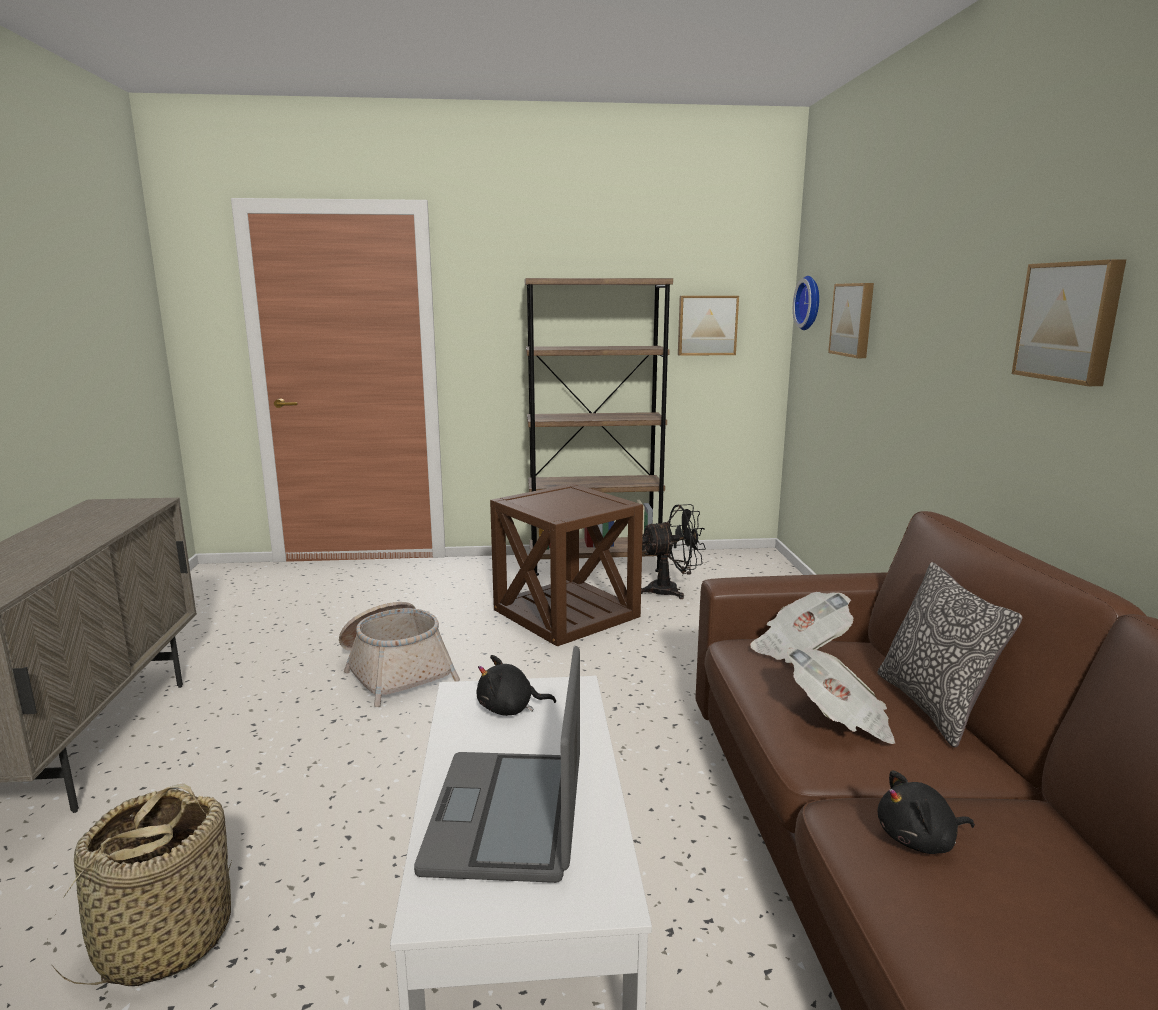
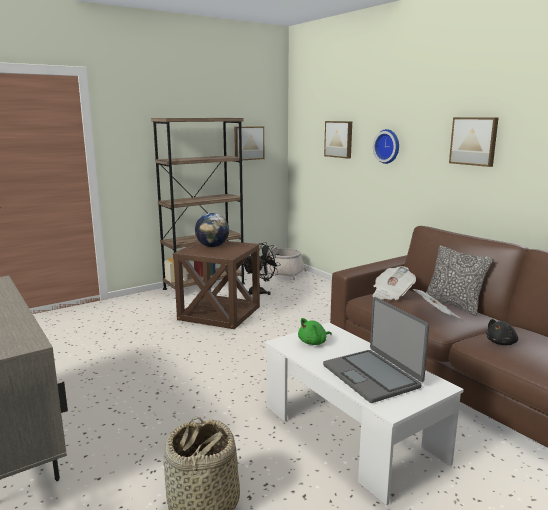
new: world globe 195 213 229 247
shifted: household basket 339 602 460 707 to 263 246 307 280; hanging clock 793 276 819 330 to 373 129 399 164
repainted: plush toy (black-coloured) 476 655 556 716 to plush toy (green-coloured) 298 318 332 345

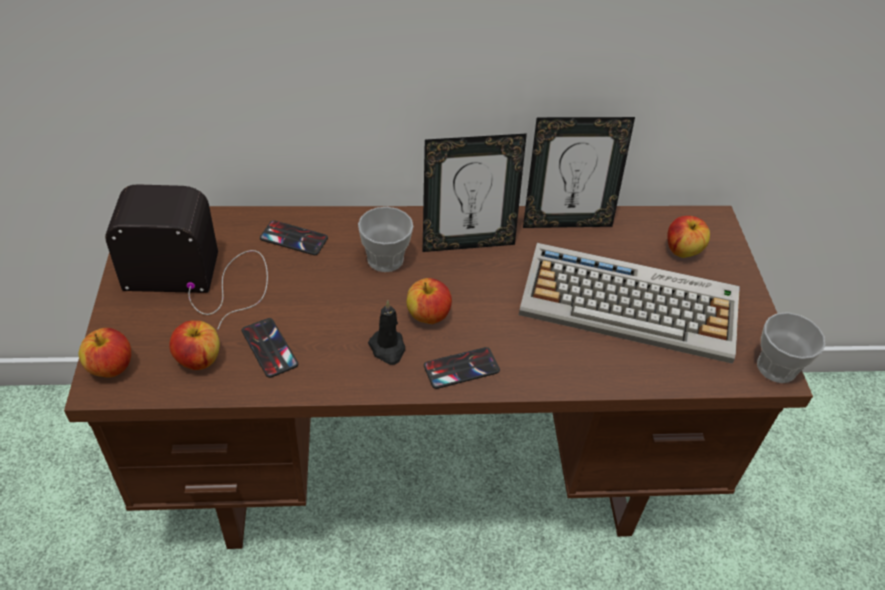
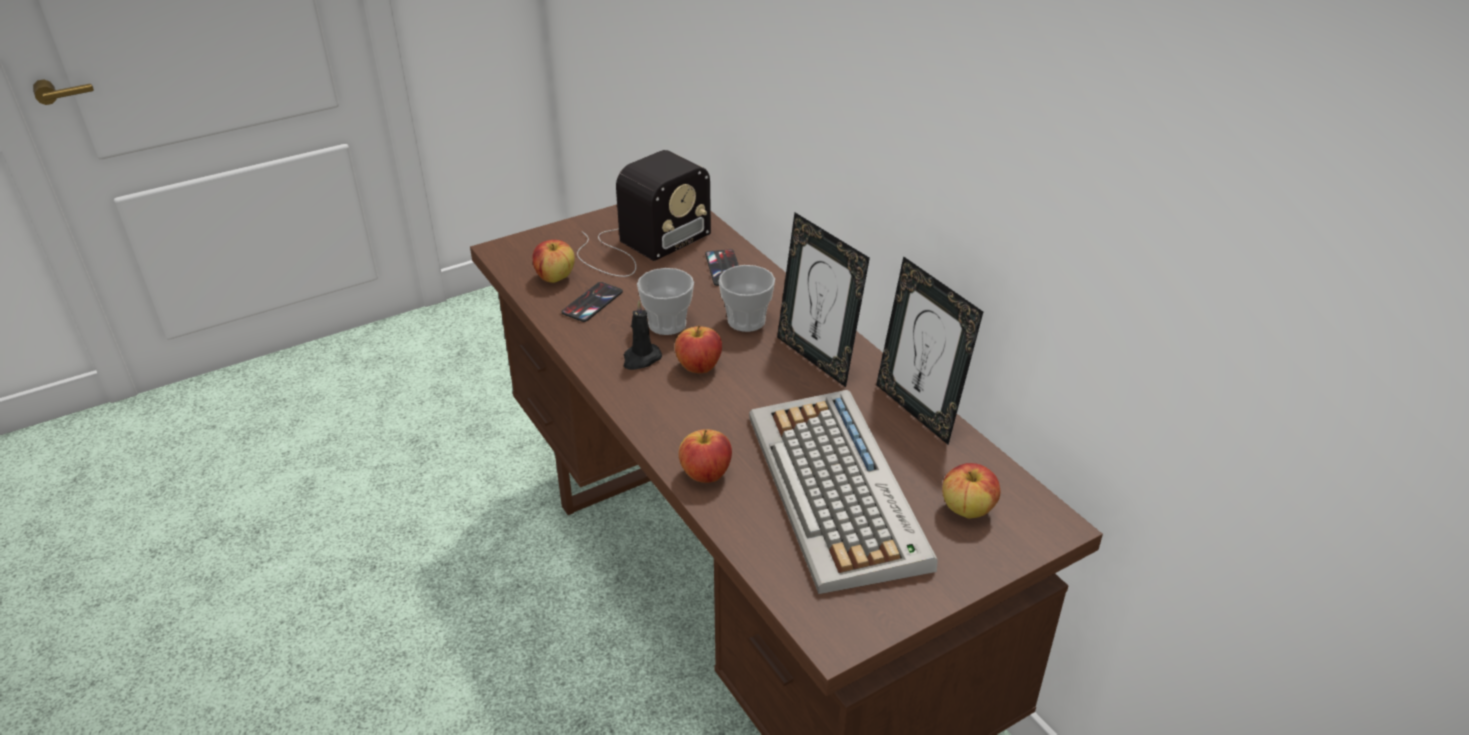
gone: handset 424 347 500 389
shifted: apple fruit 79 328 131 378 to 679 430 732 483; drinking cup 757 312 825 383 to 637 268 694 335
rotated: radio 105 184 268 330 = 577 150 711 277 75 degrees clockwise

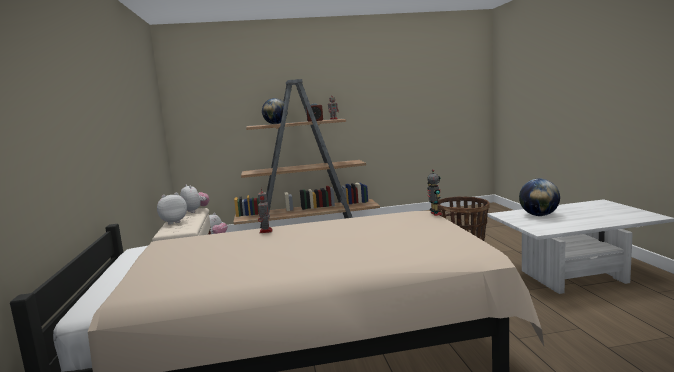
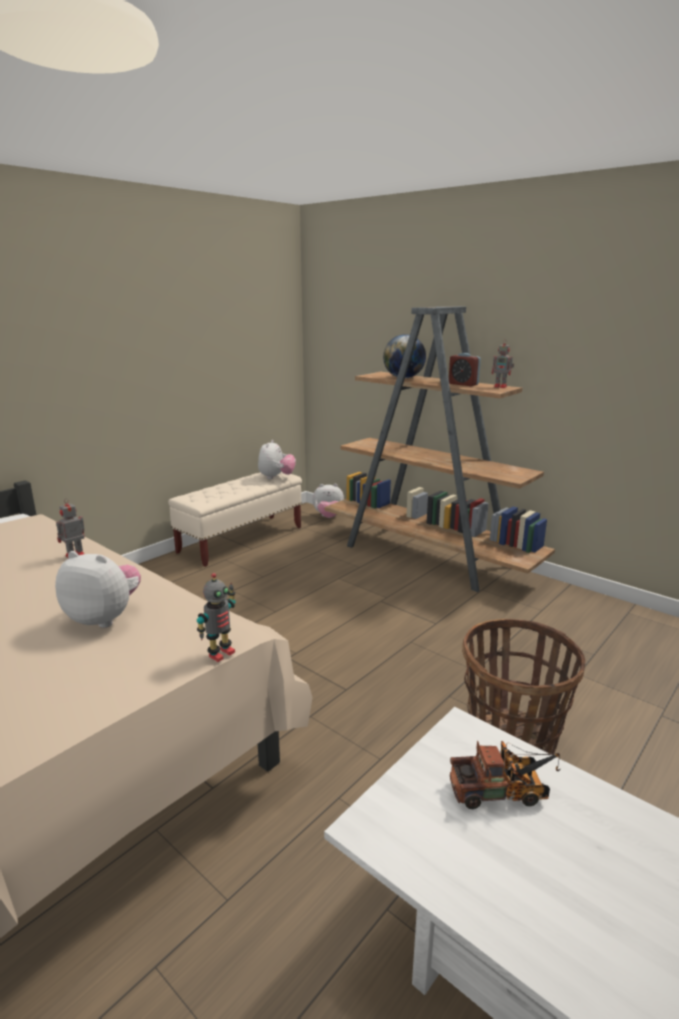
shifted: plush toy 157 193 187 225 to 55 551 141 628
swapped: world globe 519 179 560 216 to model truck 450 741 560 809

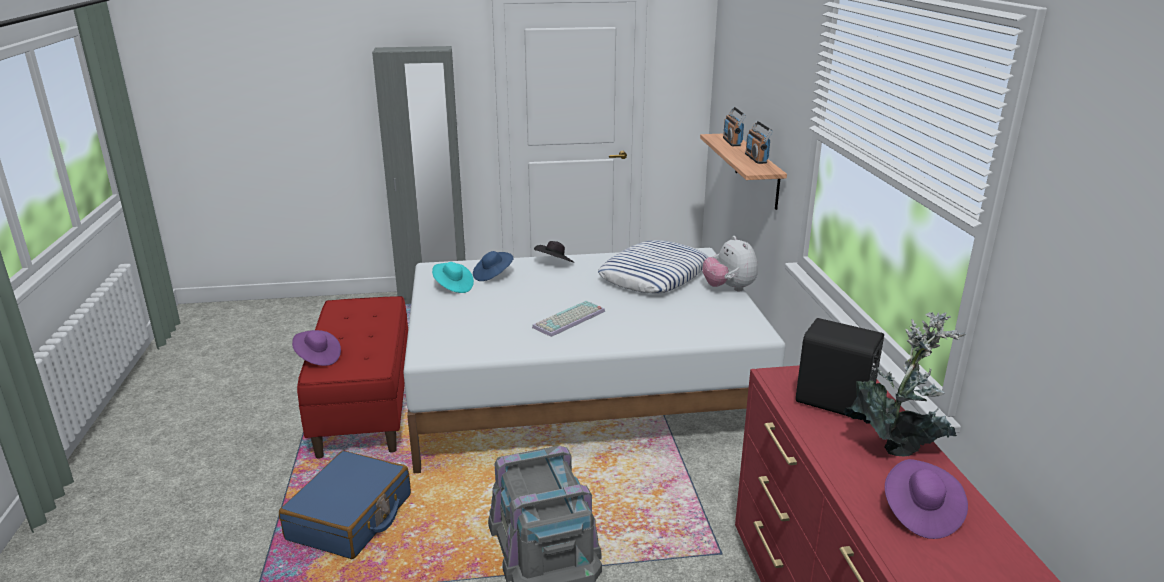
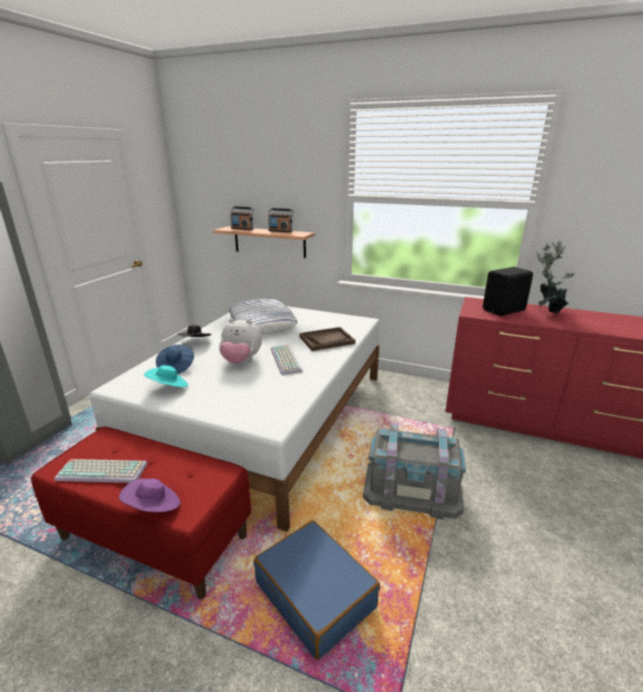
gone: hat (purple) 885 459 968 539
new: keyboard 55 459 148 483; serving tray (brown) 299 327 355 351
shifted: plush toy 702 236 758 292 to 219 319 262 364

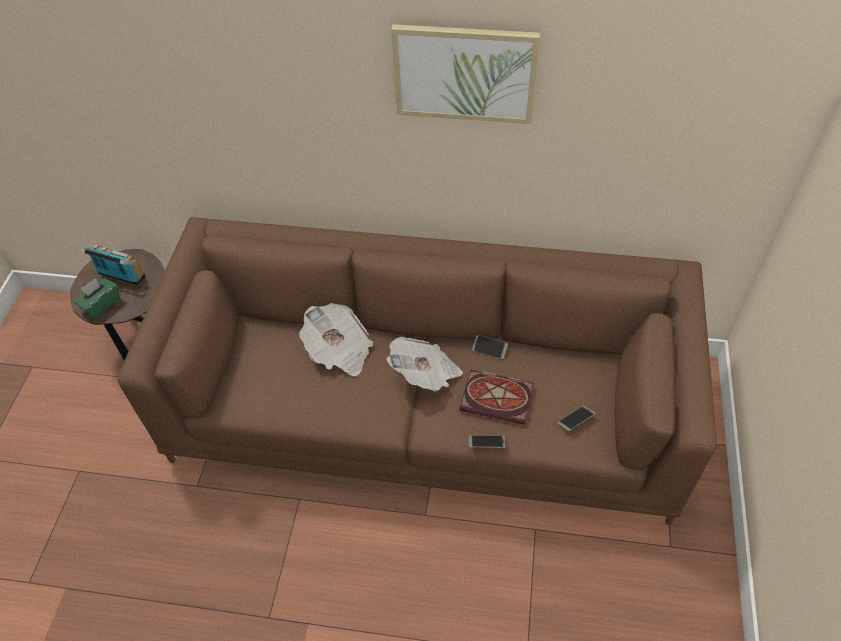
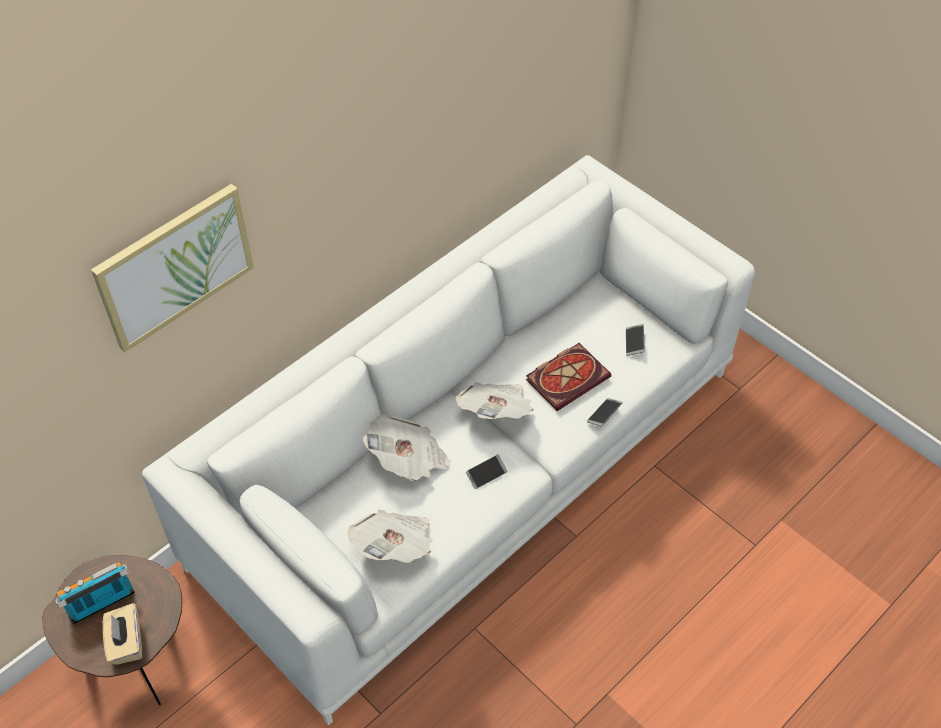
new: printed paper 348 510 433 563
shifted: wall art 391 24 540 124 to 91 184 254 352; handset 472 335 508 359 to 466 455 508 489
repainted: tissue box (green-coloured) 73 278 120 318 to tissue box (beige-coloured) 103 603 142 665; couch (brown) 118 217 717 525 to couch (white) 142 155 755 726

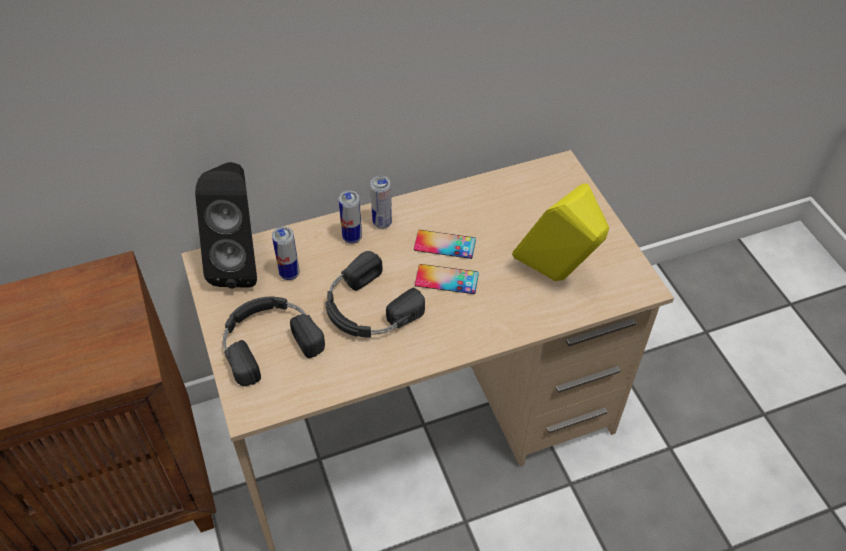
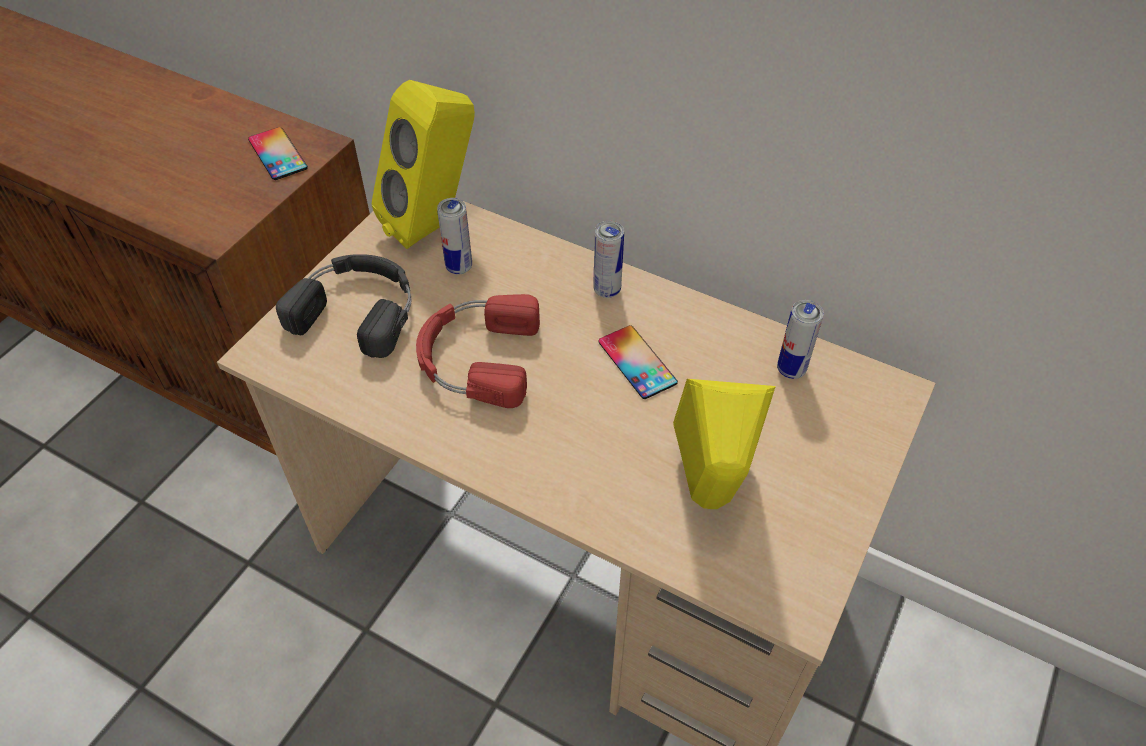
shifted: can 339 190 362 244 to 777 300 824 379; handset 415 264 479 294 to 248 127 308 180
repainted: loudspeaker (black-coloured) 195 162 257 288 to loudspeaker (yellow) 372 80 475 249; pair of headphones (black-coloured) 325 251 425 338 to pair of headphones (red) 416 294 540 408

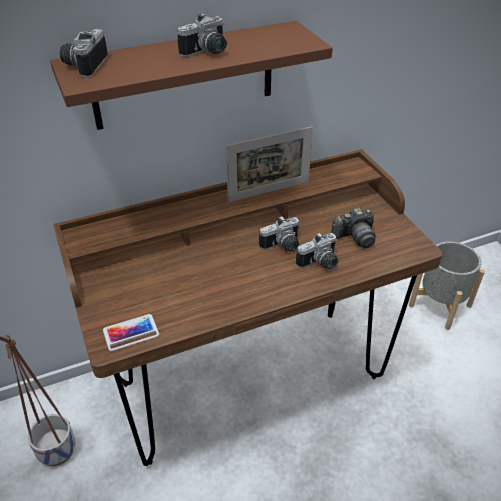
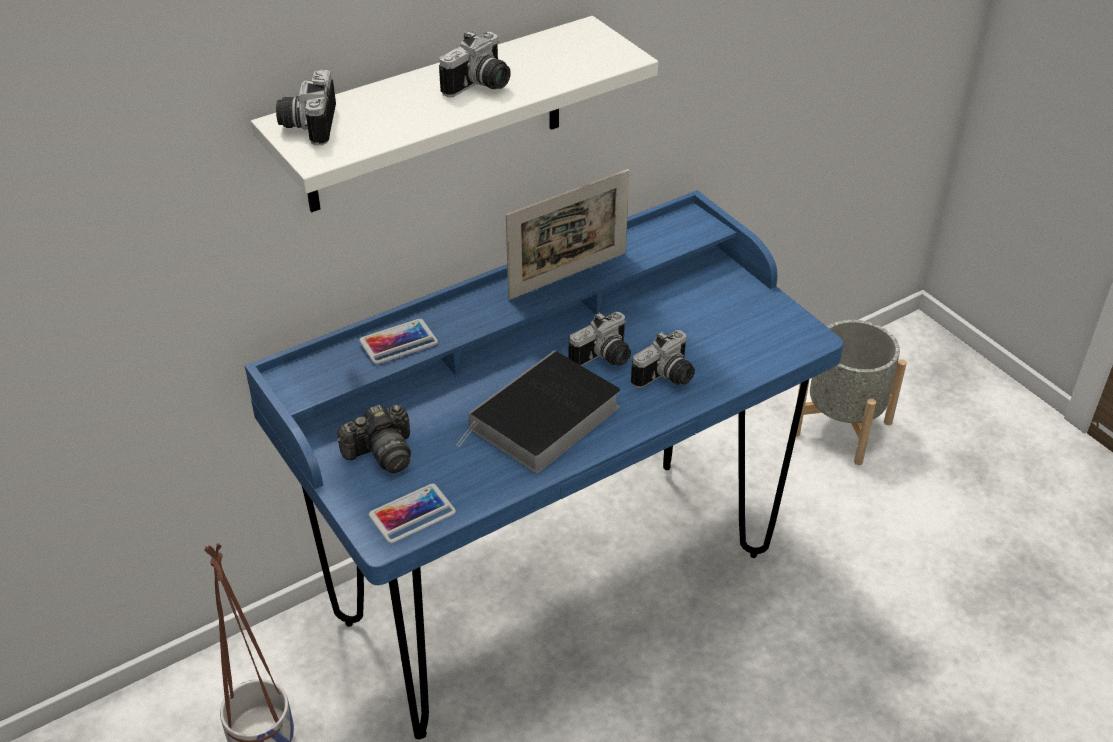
new: handset 359 319 438 364; book 456 350 620 473
shifted: still camera 331 208 376 248 to 337 404 411 473
repainted: shelf (brown) 50 21 333 130 to shelf (white) 251 16 658 212; desk unit (brown) 53 149 443 466 to desk unit (bluish) 245 190 844 740

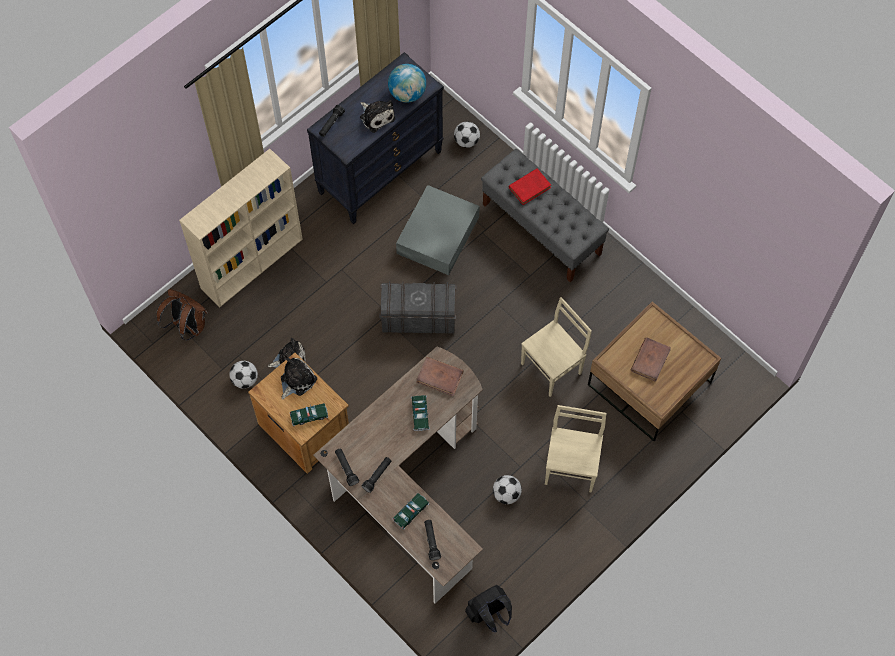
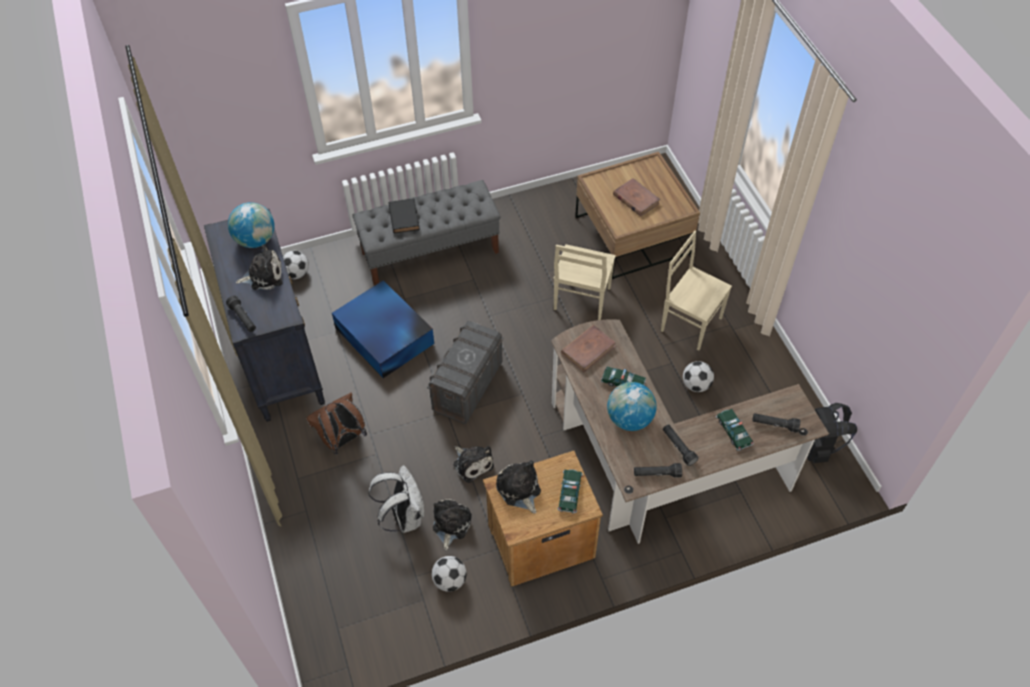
gone: shelving unit (beige-coloured) 179 149 303 307
new: knapsack (white) 368 465 424 533; plush toy 454 446 494 483; world globe 607 382 657 431
shifted: knapsack (brown) 157 289 208 340 to 306 392 367 455
repainted: storage container (grey) 396 185 480 275 to storage container (bluish) 332 280 434 378; book (red) 509 168 551 205 to book (black-coloured) 389 198 420 234
rotated: upright chair (beige-coloured) 521 297 592 397 = 553 244 616 320 150 degrees counterclockwise

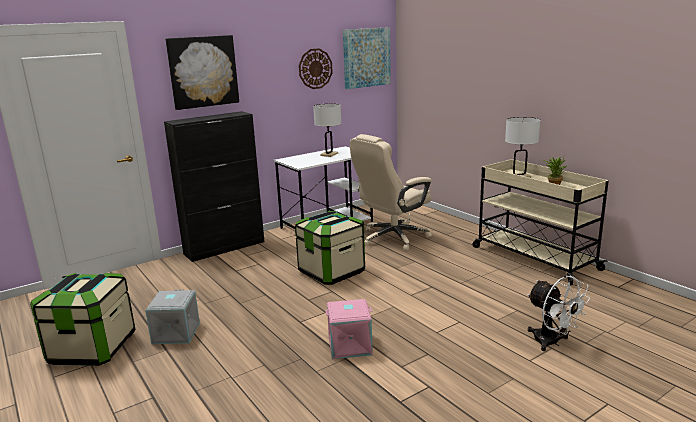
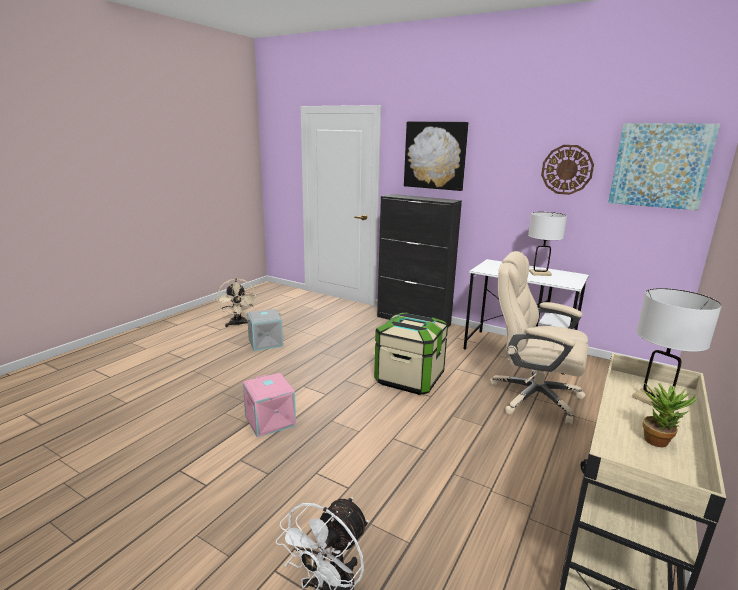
swapped: storage container 30 273 135 366 to fan (beige-coloured) 217 278 256 327

